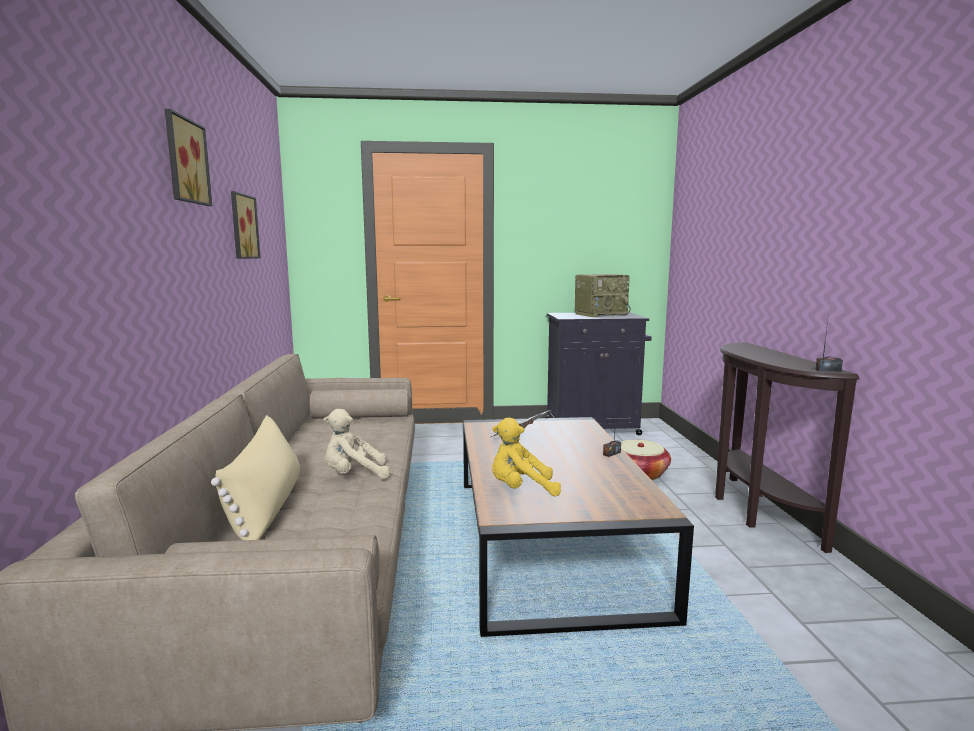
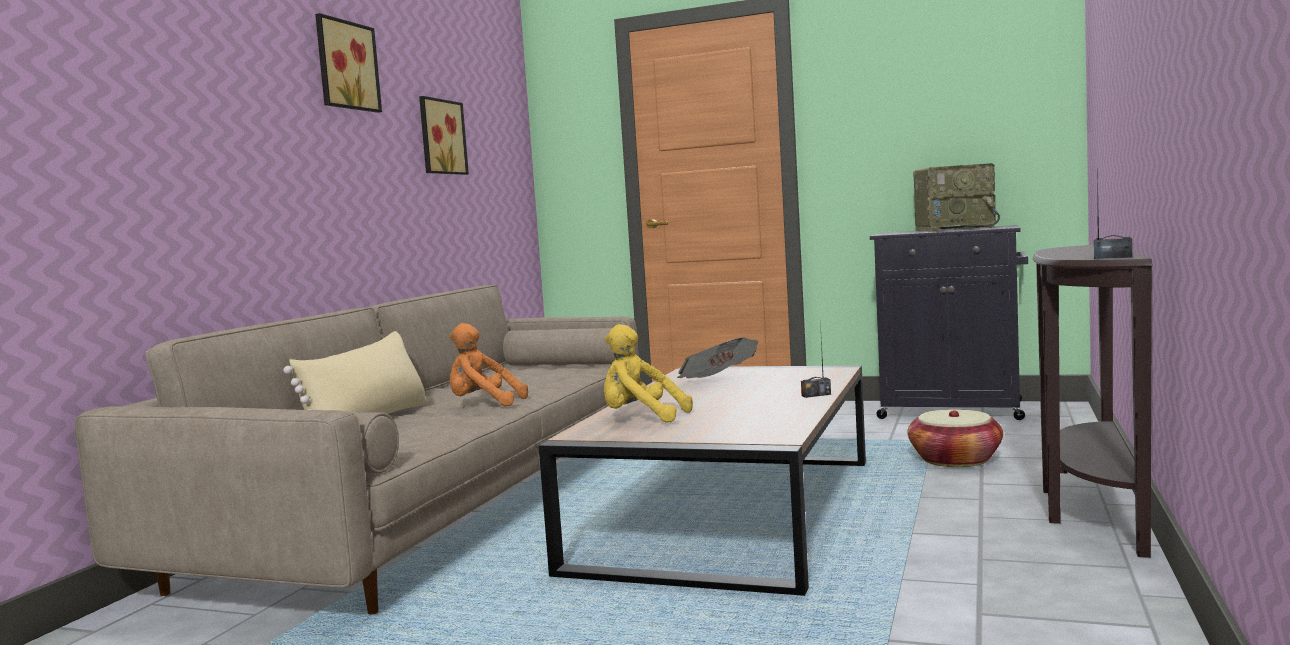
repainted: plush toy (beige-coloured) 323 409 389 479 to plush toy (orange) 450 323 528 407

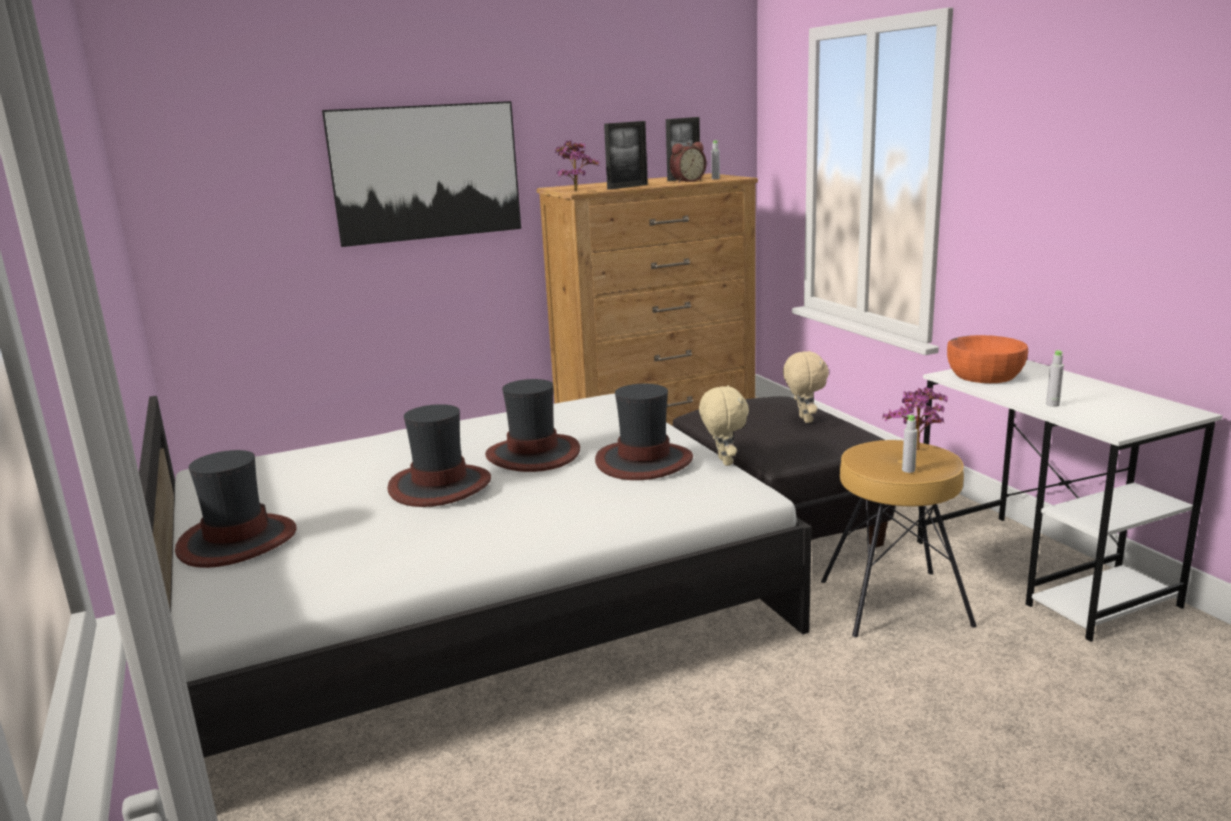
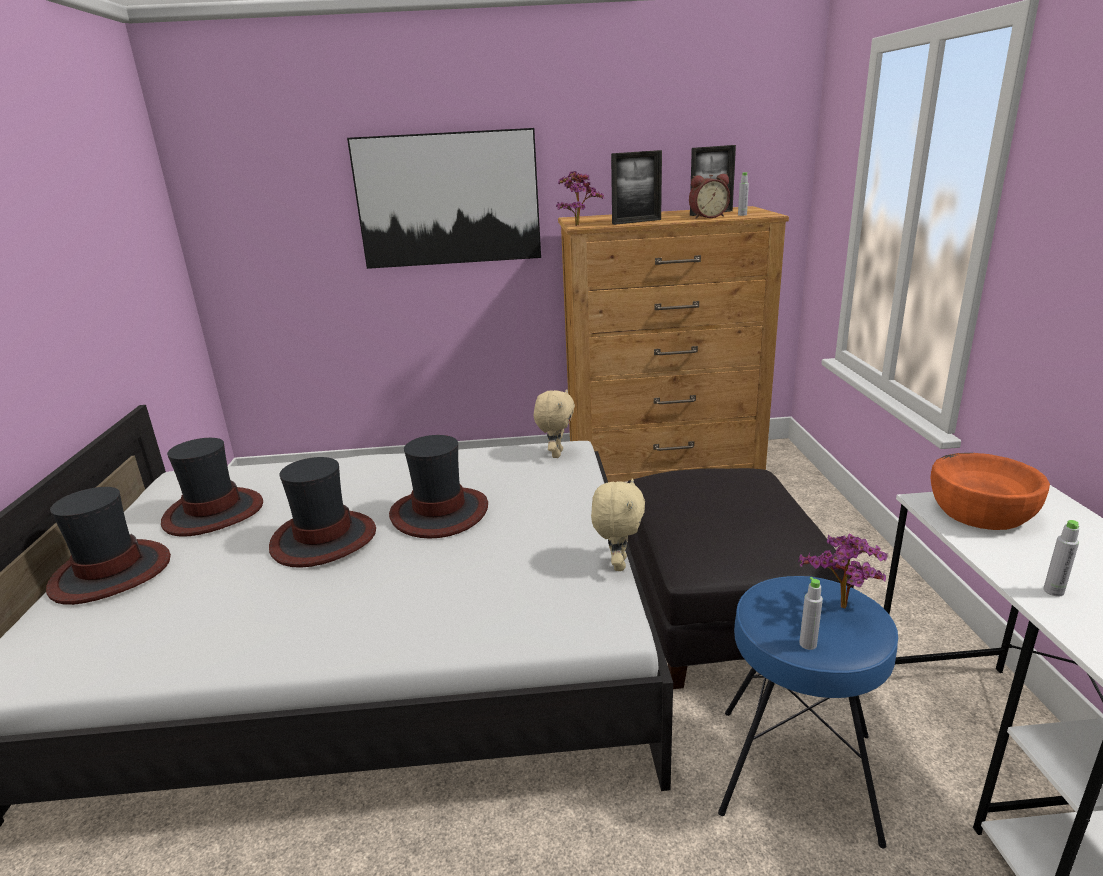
shifted: hat 595 384 693 480 to 161 438 263 537; plush toy (beige-coloured) 783 351 829 423 to 534 389 575 458
repainted: stool seat (brown) 821 440 977 637 to stool seat (bluish) 718 576 898 848

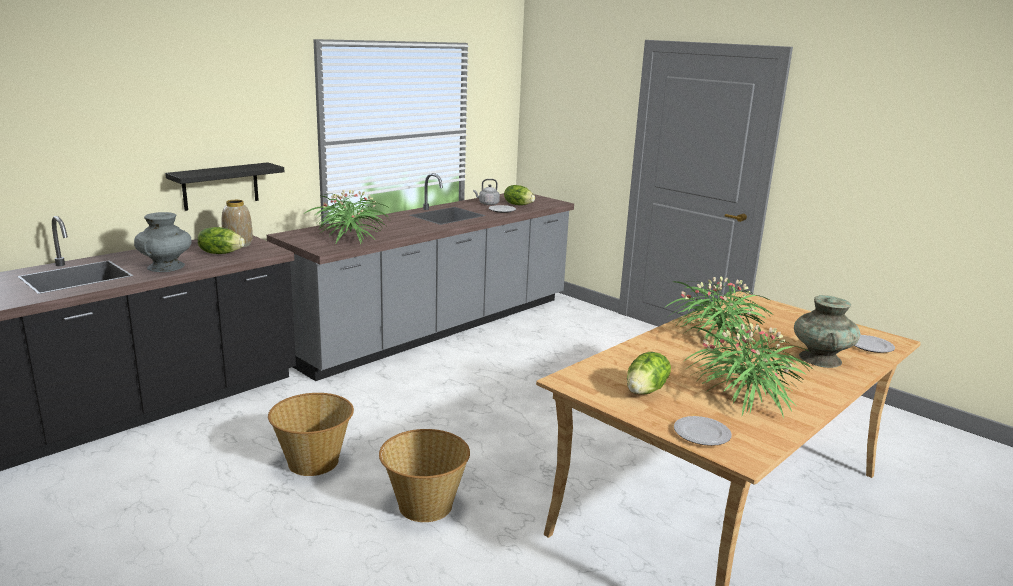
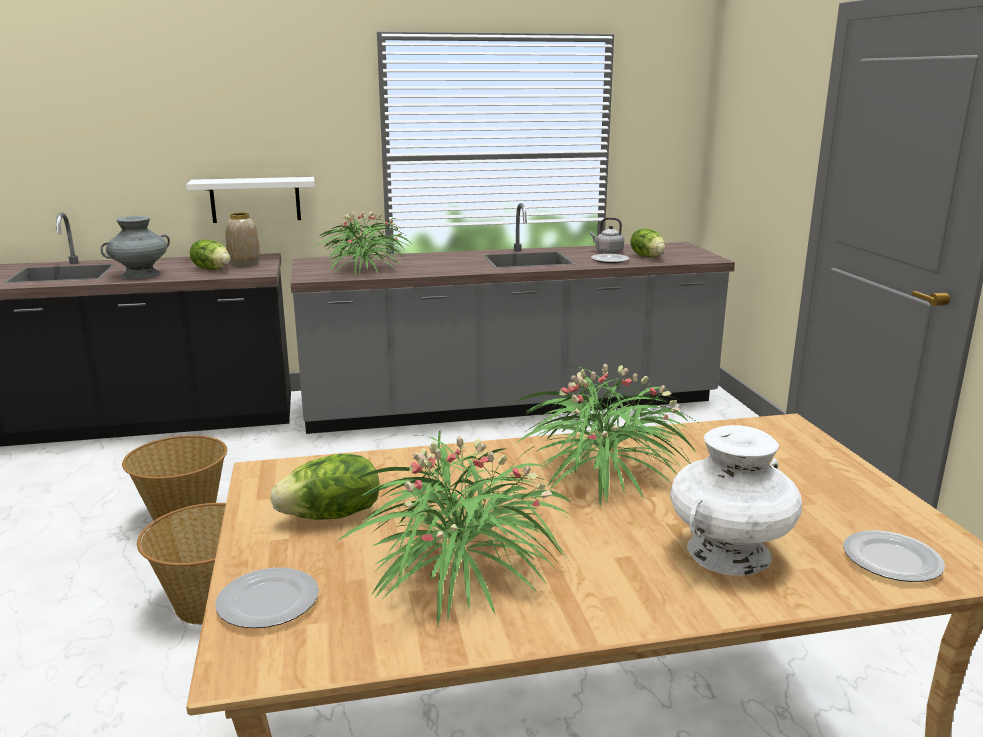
repainted: shelf (black-coloured) 165 162 284 211 to shelf (white) 186 177 315 223; vase (blue-green) 794 295 860 368 to vase (white) 670 425 802 576

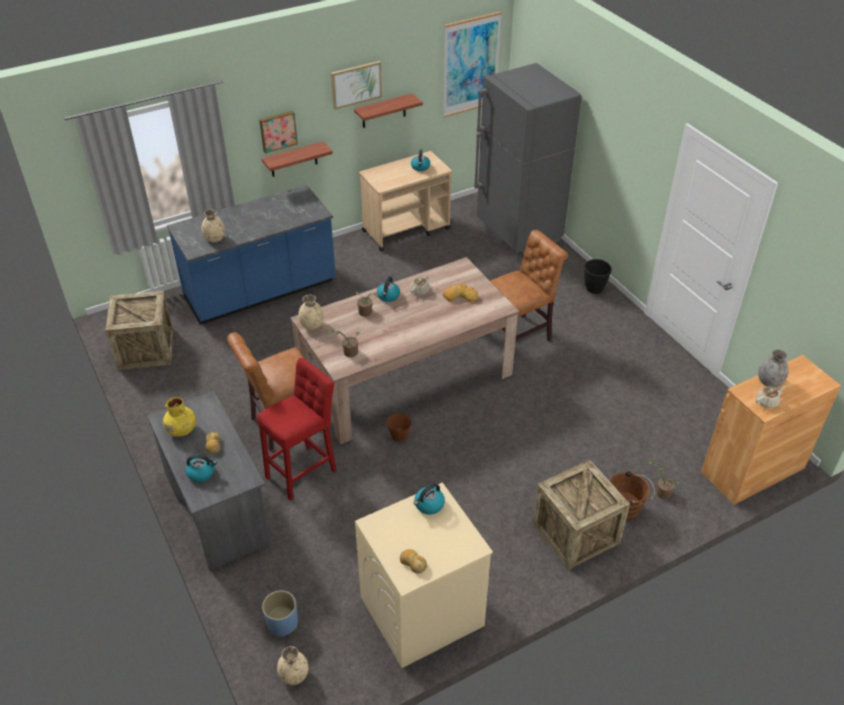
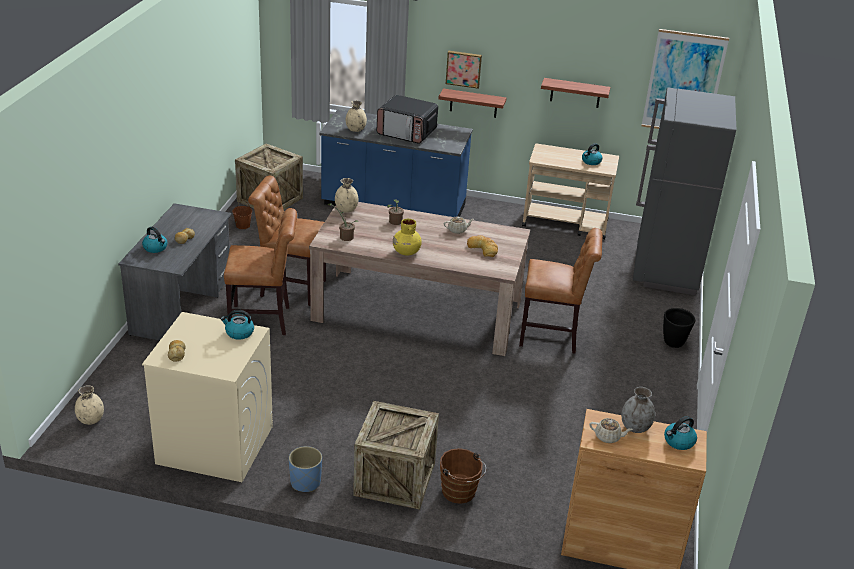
gone: wall art 331 61 382 109; plant in a pot 648 461 681 499
new: microwave oven 377 95 438 144
shifted: vase (yellow) 163 397 196 437 to 393 219 422 256; planter (bluish) 262 590 298 637 to 289 446 322 492; tea kettle 377 276 400 302 to 664 416 697 450; water bucket (brown) 386 412 412 442 to 232 200 252 229
swapped: stool seat (red) 257 358 337 501 to upright chair (brown) 224 208 297 335

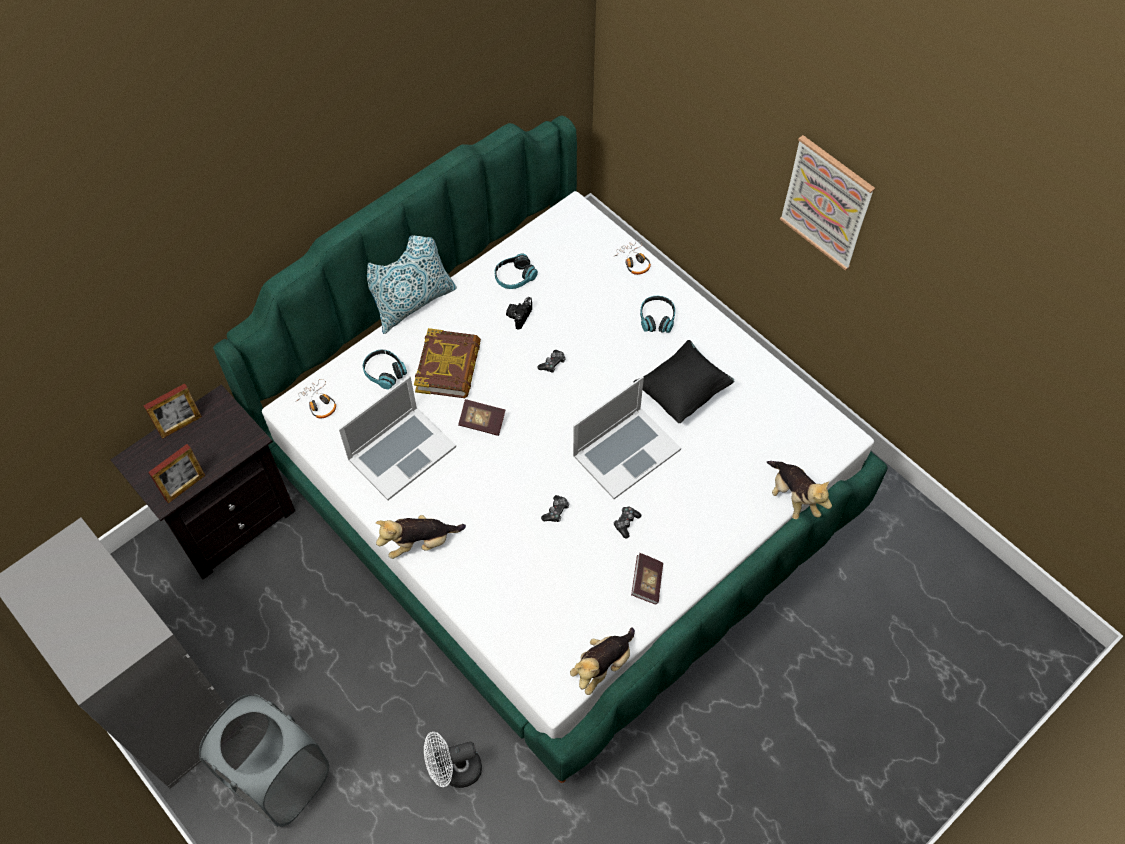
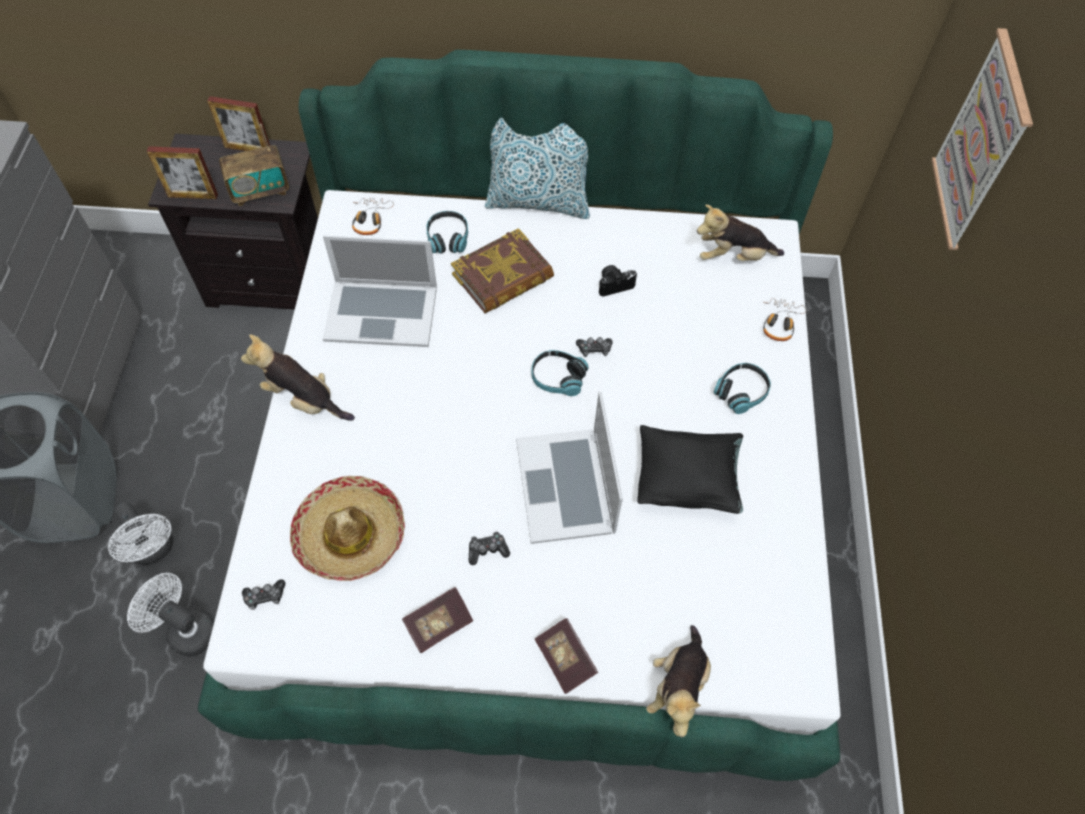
new: fan (white) 108 502 173 565; radio 219 124 289 206; hat 290 476 405 581
shifted: book 458 399 505 436 to 535 618 598 694; pair of headphones 494 254 538 289 to 532 350 589 396; gamepad 541 495 569 522 to 242 579 285 610; plush toy 570 628 635 695 to 697 204 784 261; wall art 780 135 875 271 to 931 28 1033 250
rotated: notebook computer 573 376 681 499 = 516 392 623 544 75 degrees clockwise

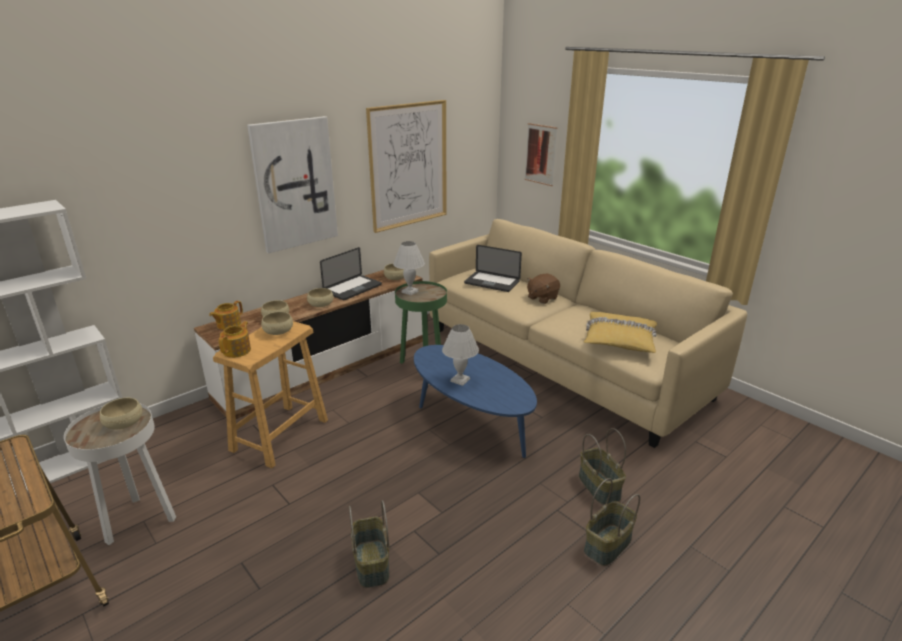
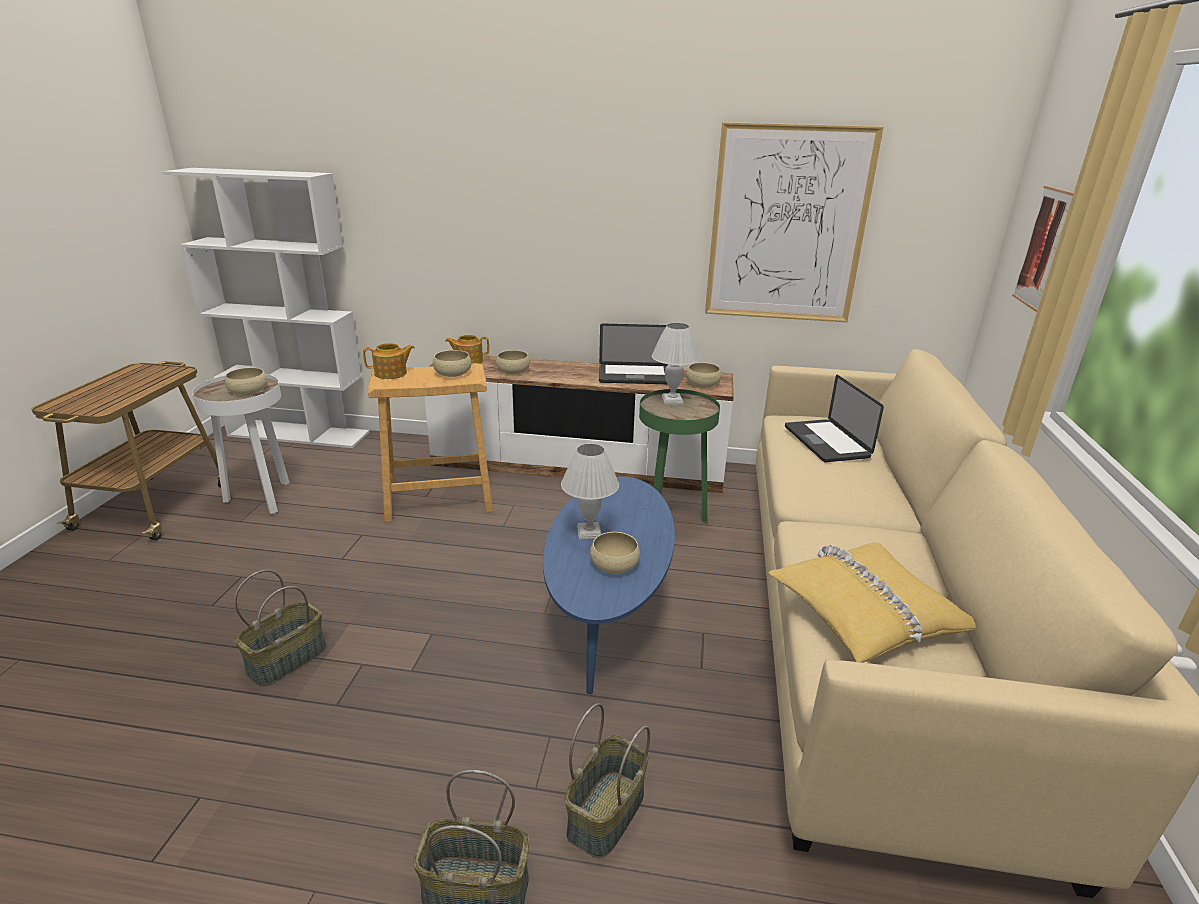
gone: wall art 247 116 338 253; plush toy (brown) 527 274 560 304
shifted: bowl (beige-coloured) 307 288 333 307 to 590 532 640 574

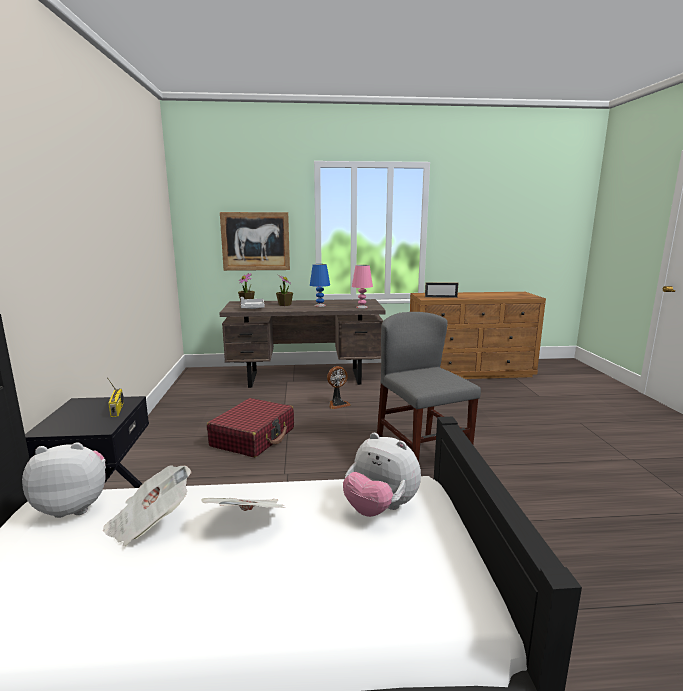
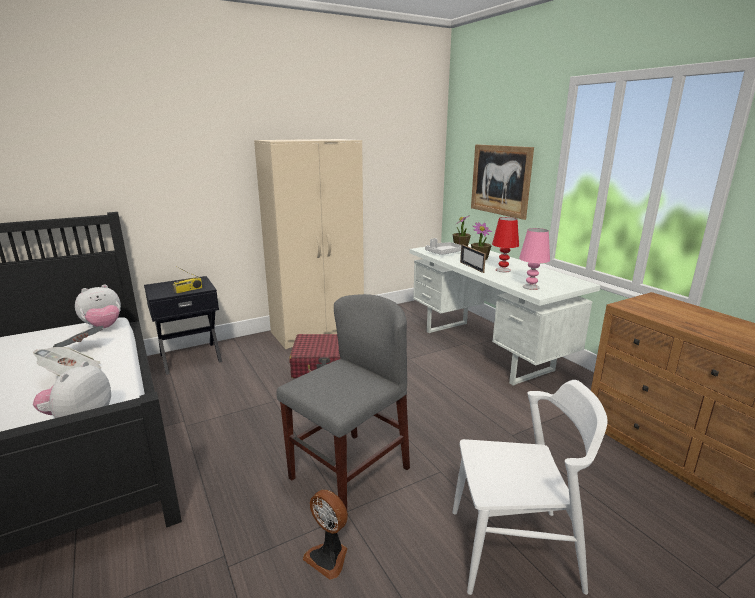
new: wardrobe (beige-coloured) 254 139 364 349; upright chair (white) 453 380 607 595
shifted: fan 327 366 351 409 to 302 490 348 580; picture frame 425 282 458 298 to 460 244 486 273
repainted: desk unit (brown) 220 299 385 388 to desk unit (white) 410 244 601 386; lamp for a table (bluish) 310 264 330 307 to lamp for a table (red) 492 217 519 273
rotated: plush toy 22 442 106 518 = 75 284 121 328 90 degrees clockwise

